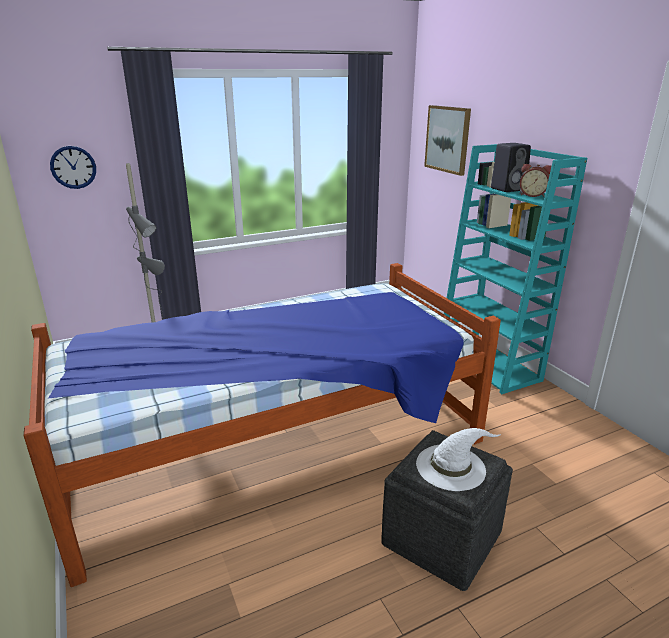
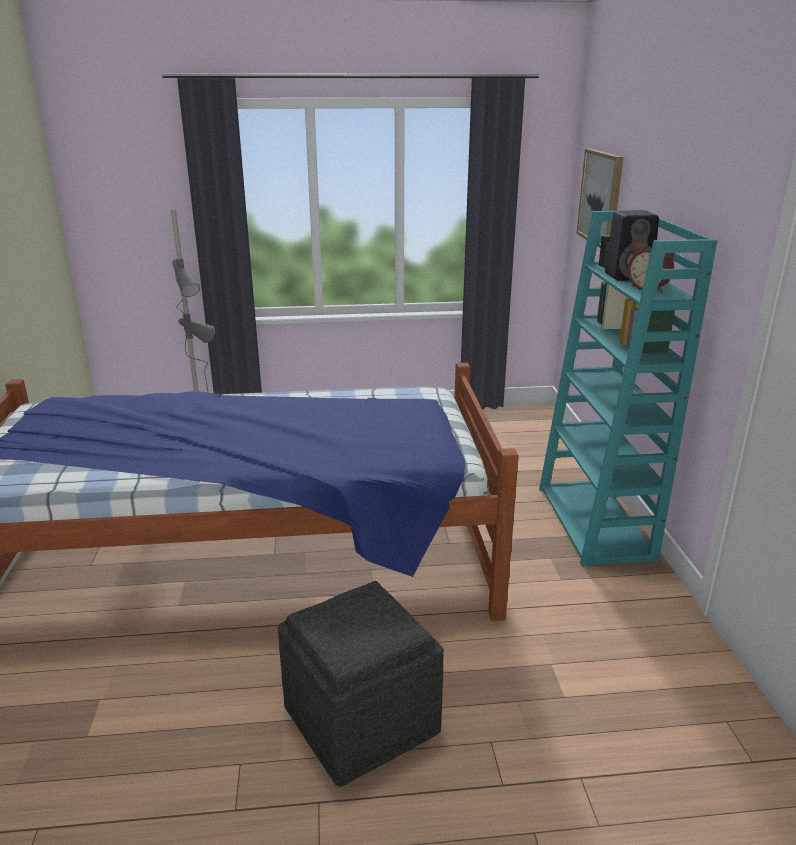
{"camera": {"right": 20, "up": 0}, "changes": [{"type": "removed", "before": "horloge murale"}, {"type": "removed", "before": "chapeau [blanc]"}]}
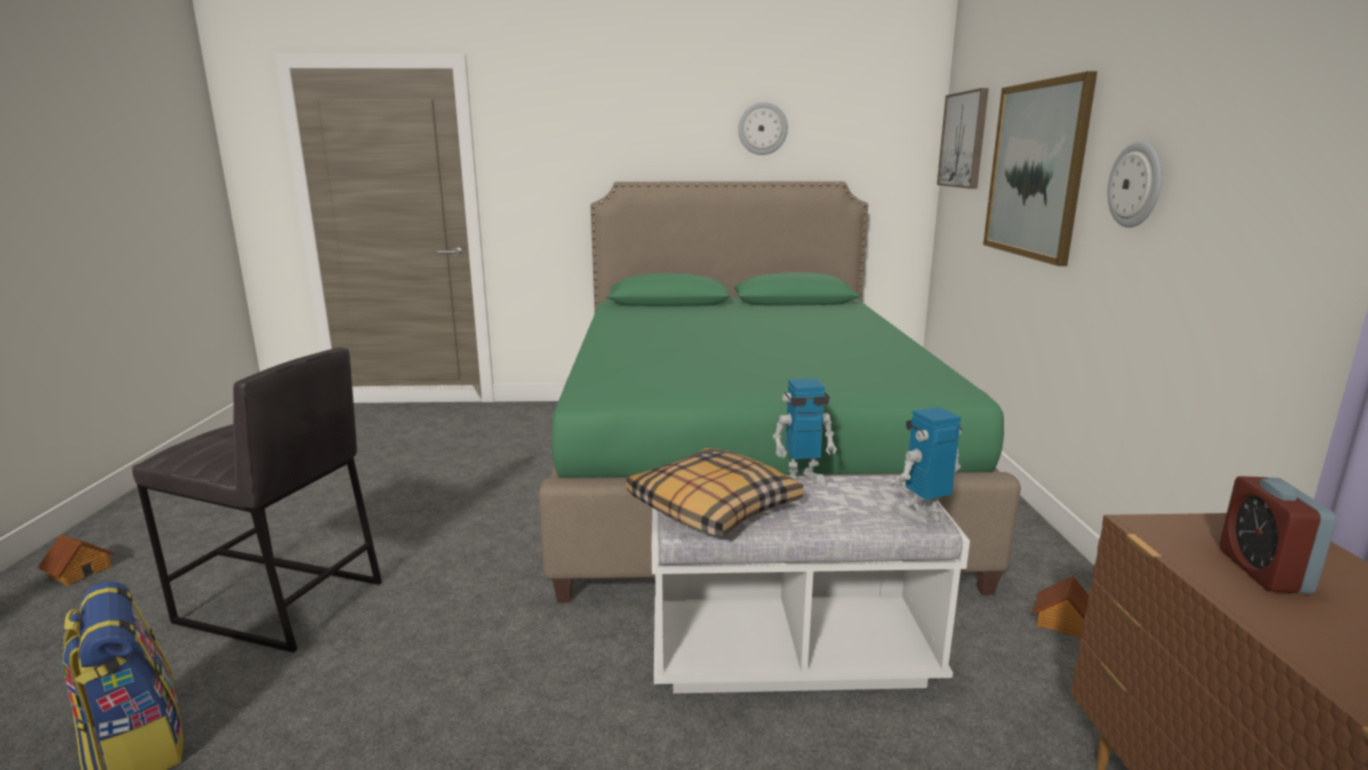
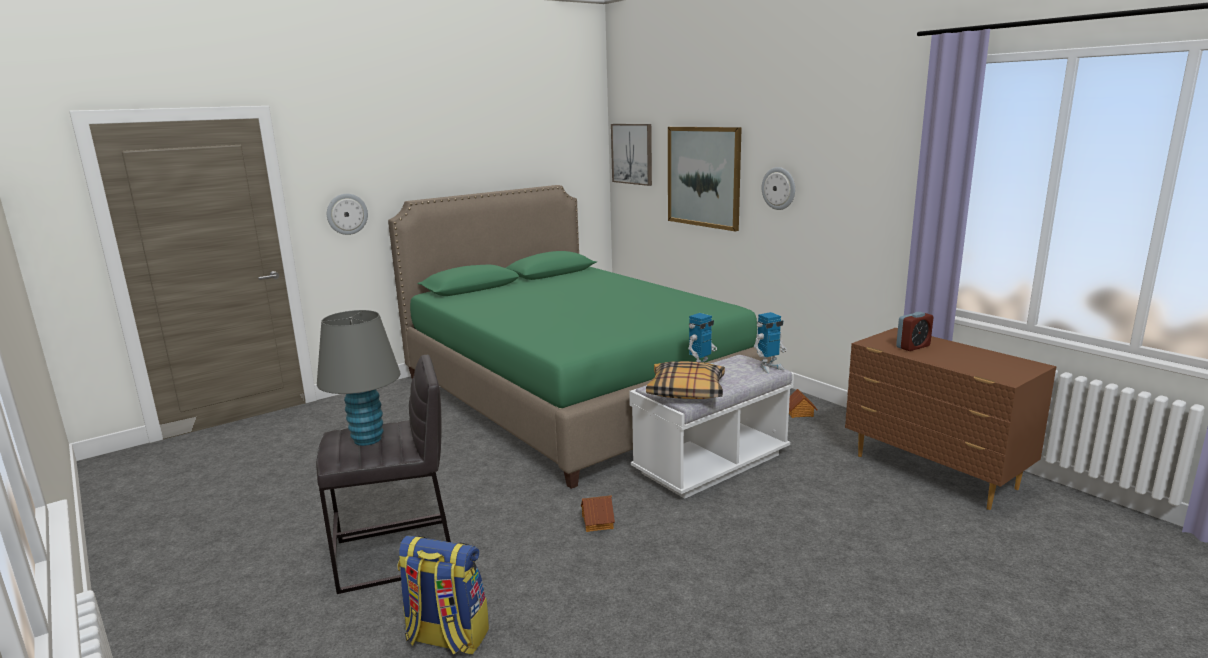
{"camera": {"right": -35, "up": 0}, "changes": [{"type": "moved", "before": "maison miniature (1st from left)"}, {"type": "moved", "before": "horloge murale (1st from left)"}, {"type": "turned", "before": "robot jouet (2nd from left)", "turn": -150}, {"type": "turned", "before": "réveil", "turn": -90}, {"type": "added", "after": "lampe de table [gris]"}]}
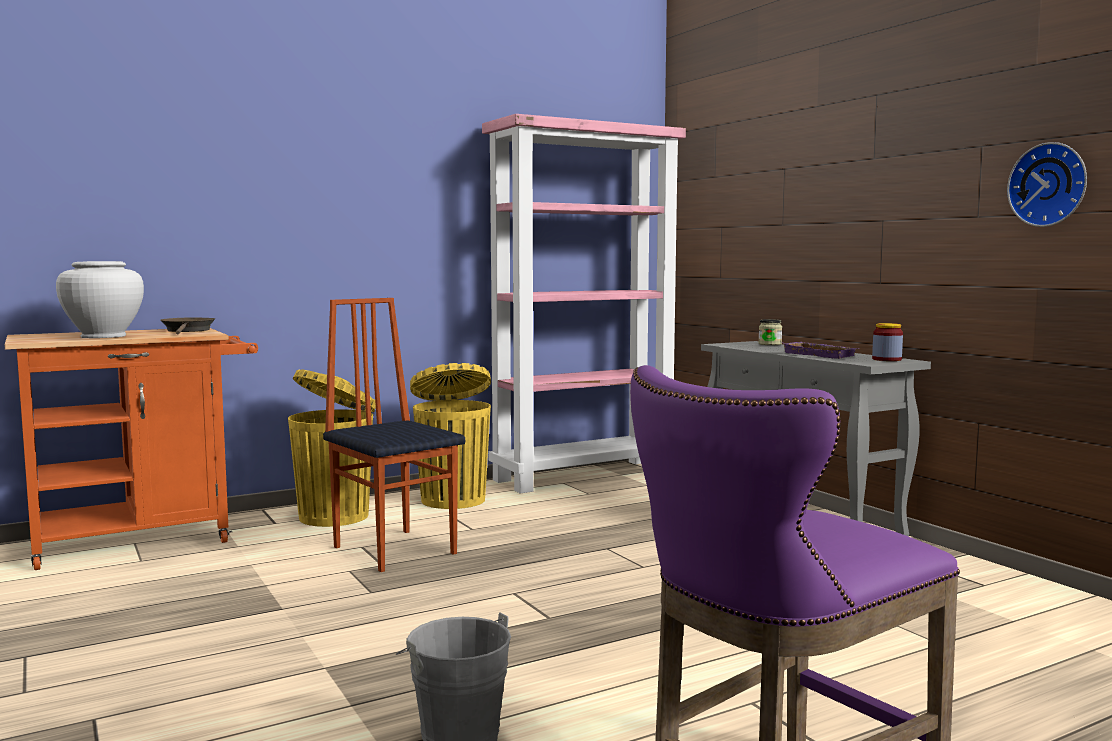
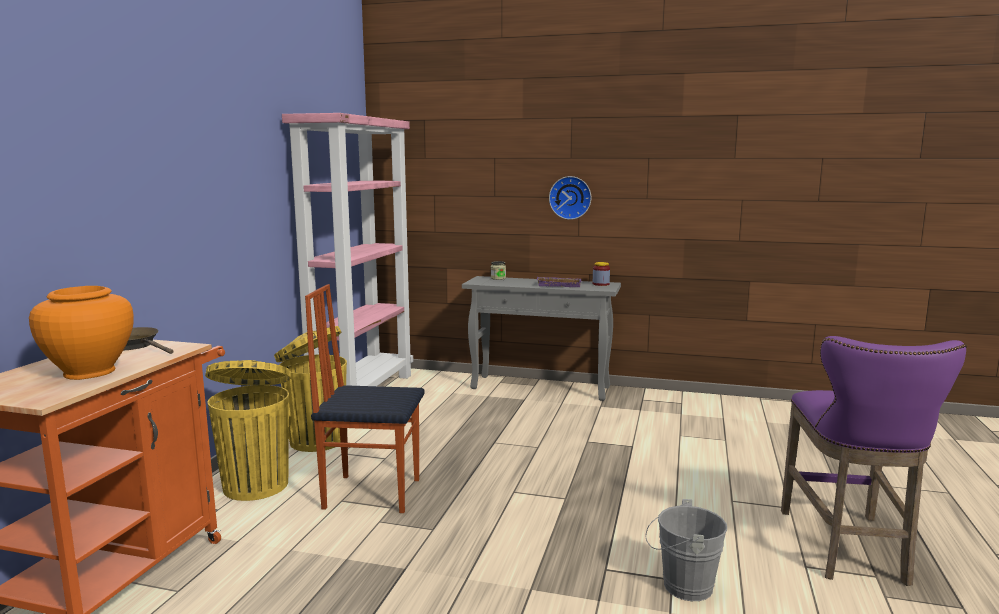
{"camera": {"right": -45, "up": 5}, "changes": [{"type": "recoloured", "before": "vase [blanc]", "after": "vase [orange]"}, {"type": "moved", "before": "horloge murale"}]}
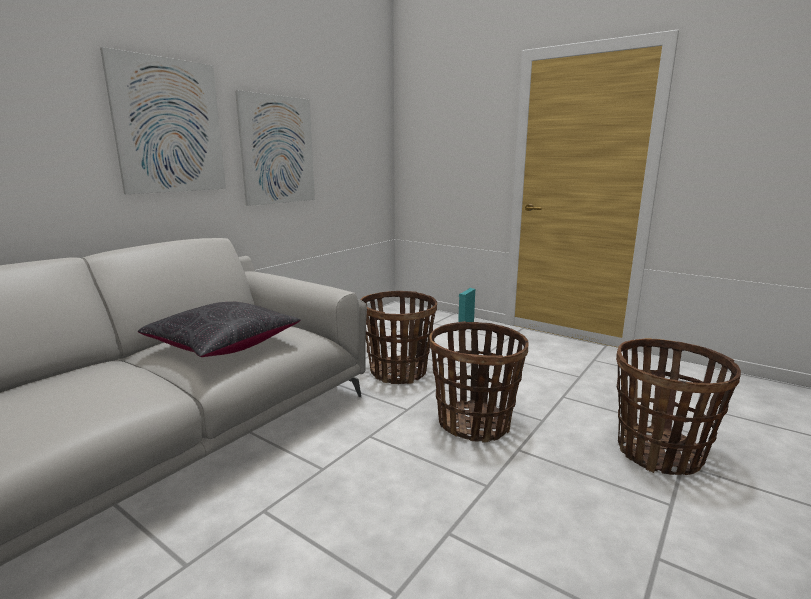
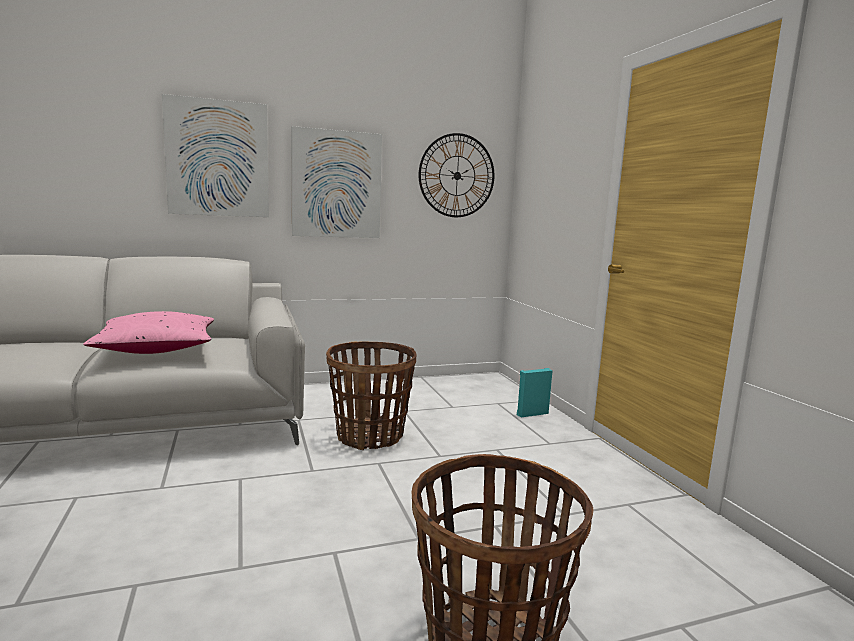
{"camera": {"right": 35, "up": -5}, "changes": [{"type": "recoloured", "before": "coussin [noir]", "after": "coussin [rose]"}, {"type": "removed", "before": "panier (2nd from left)"}, {"type": "added", "after": "horloge murale"}]}
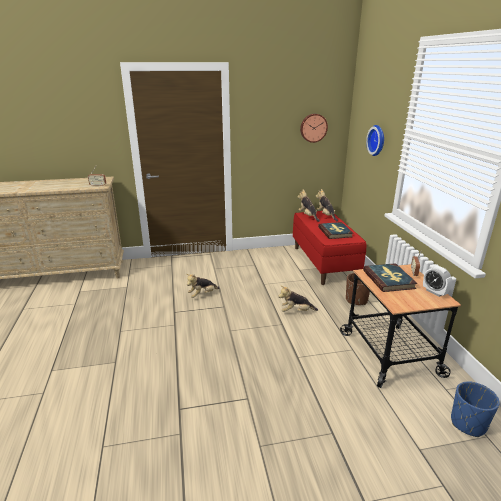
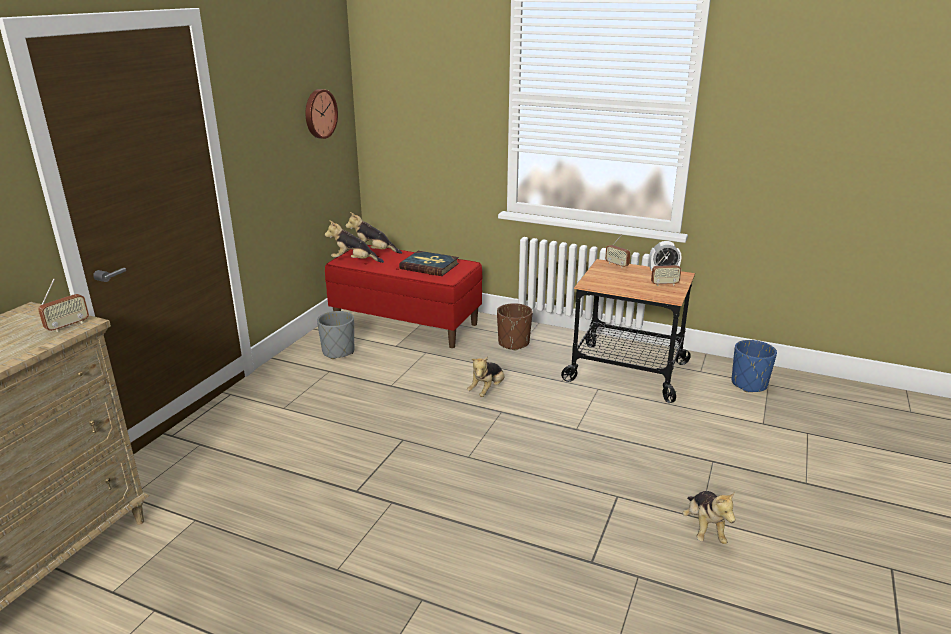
{"camera": {"right": -55, "up": 0}, "changes": [{"type": "moved", "before": "peluche (1st from left in the first image)", "after": "peluche (4th from left)"}, {"type": "removed", "before": "livre (2nd from left)"}, {"type": "removed", "before": "horloge murale (2nd from left)"}, {"type": "added", "after": "cache-pot [gris]"}, {"type": "added", "after": "radio (3rd from left)"}]}
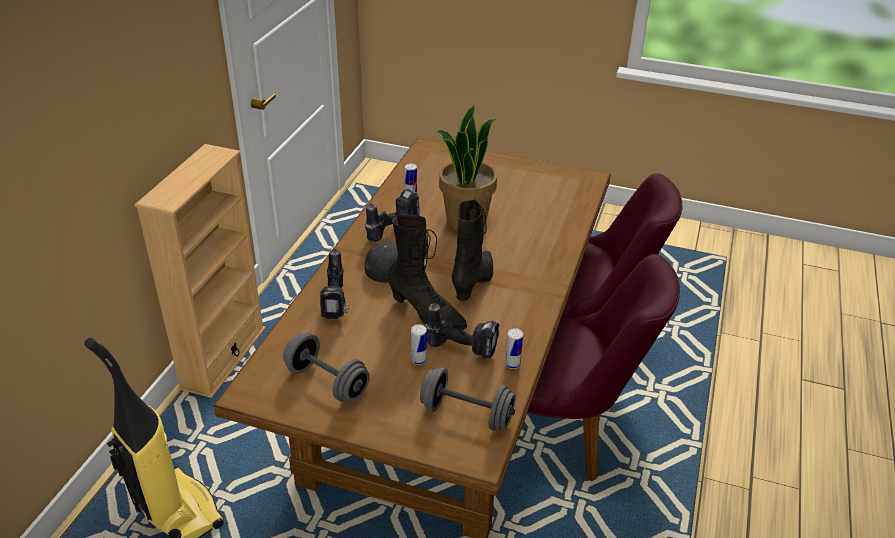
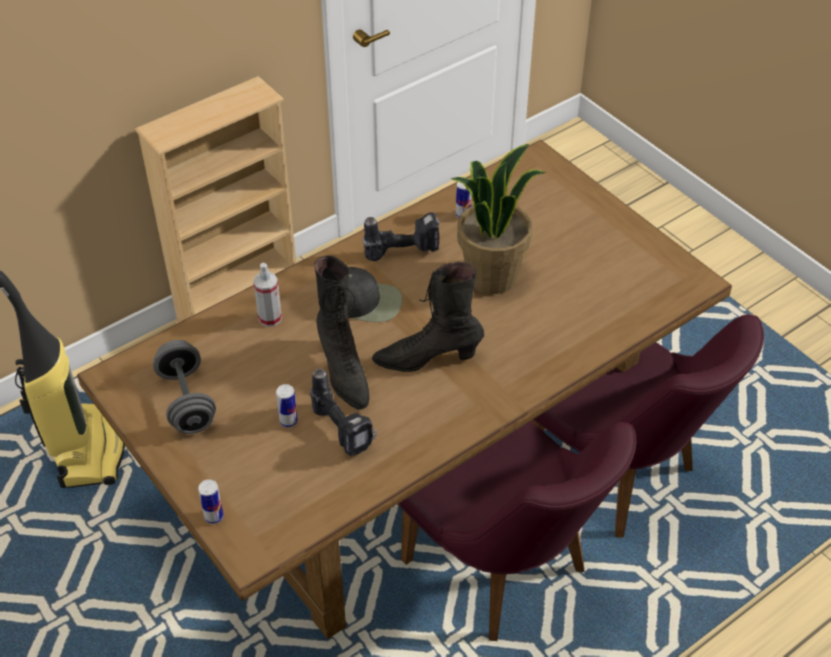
{"camera": {"right": 35, "up": 10}, "changes": [{"type": "replaced", "before": "perceuse (1st from left)", "after": "vaporisateur"}, {"type": "removed", "before": "haltère [gris] (2nd from left)"}, {"type": "turned", "before": "botte [noir] (2nd from left)", "turn": -150}, {"type": "moved", "before": "boîte métallique (3rd from left in the first image)", "after": "boîte métallique (1st from left)"}]}
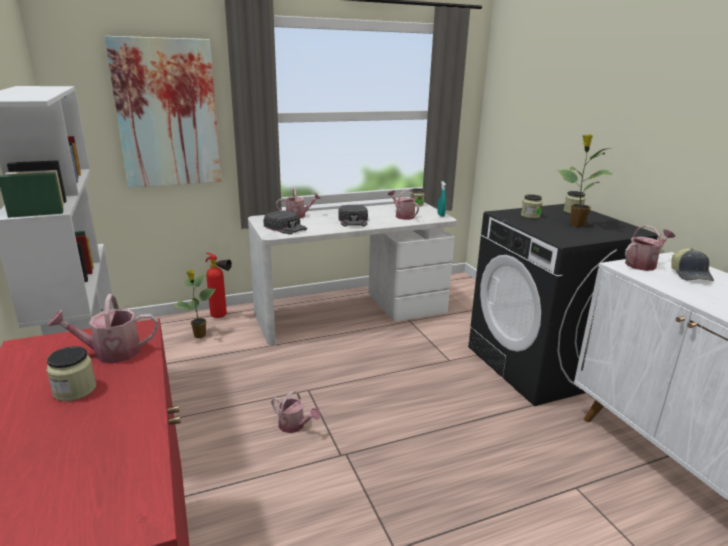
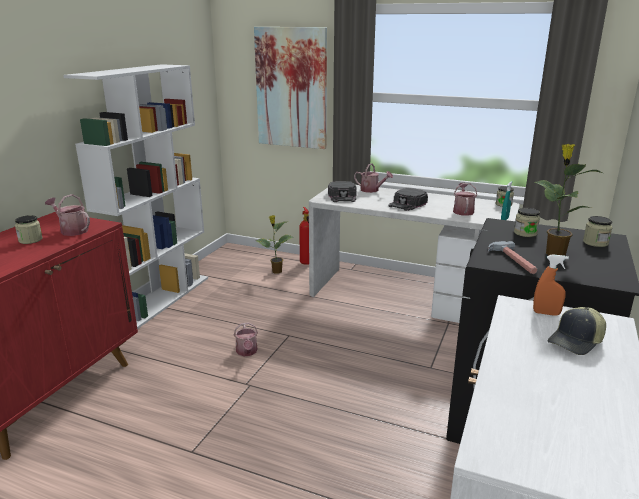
{"camera": {"right": 45, "up": 0}, "changes": [{"type": "replaced", "before": "arrosoir (5th from left)", "after": "vaporisateur [orange]"}, {"type": "added", "after": "marteau"}]}
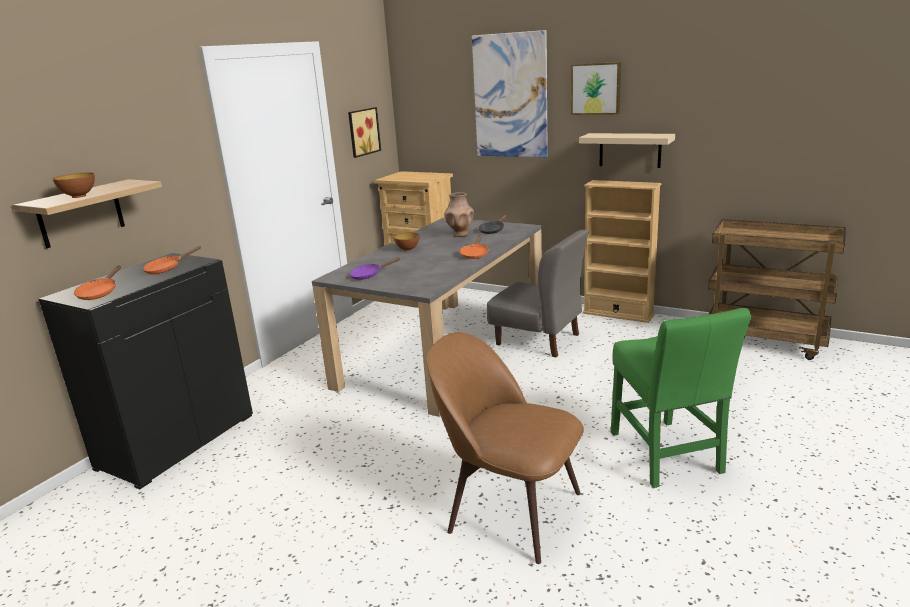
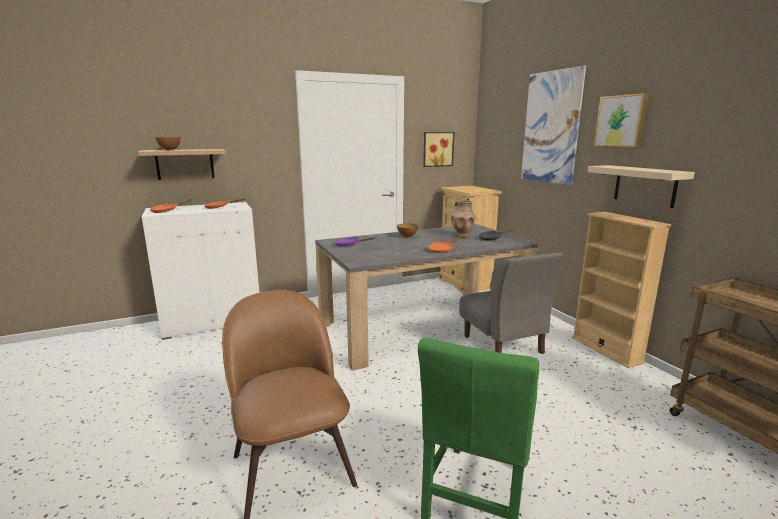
{"camera": {"right": 35, "up": -5}, "changes": [{"type": "recoloured", "before": "meuble de rangement [noir]", "after": "meuble de rangement [blanc]"}]}
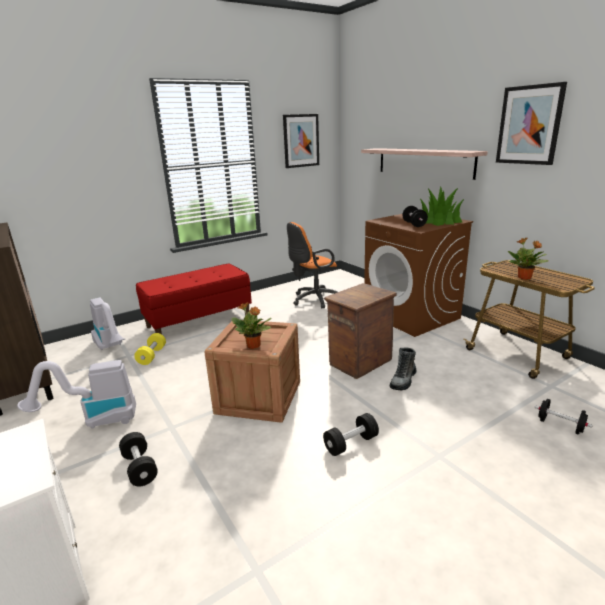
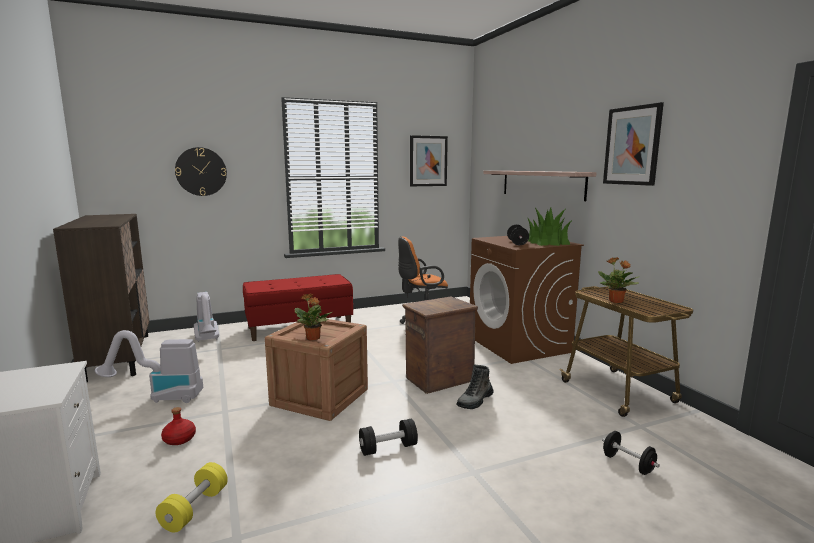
{"camera": {"right": 10, "up": -10}, "changes": [{"type": "replaced", "before": "haltère [noir] (1st from left)", "after": "bouteille [rouge]"}, {"type": "moved", "before": "haltère [jaune]"}, {"type": "added", "after": "horloge murale"}]}
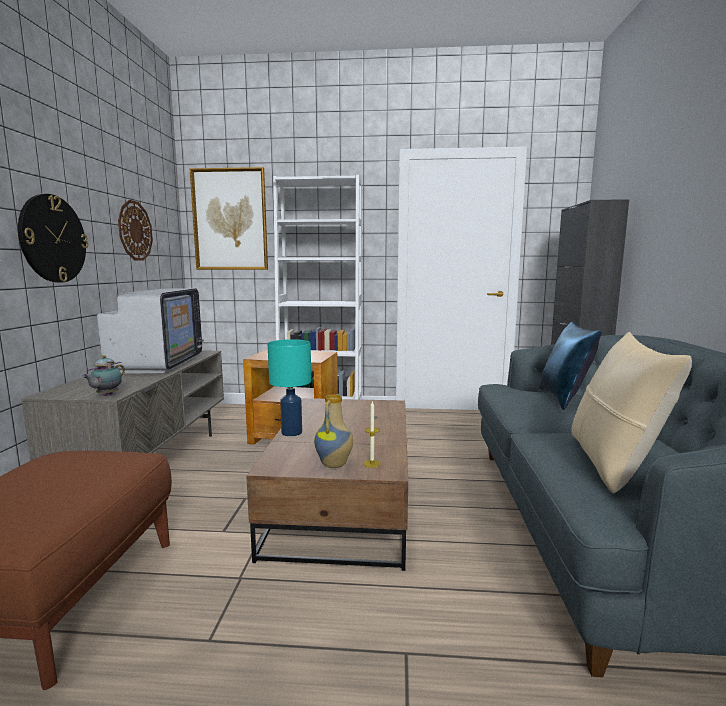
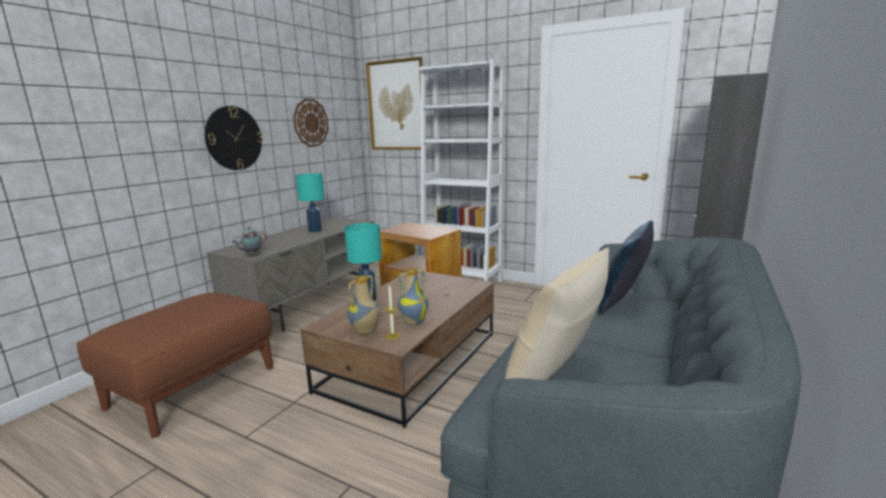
{"camera": {"right": 25, "up": 5}, "changes": [{"type": "replaced", "before": "téléviseur", "after": "lampe de table [turquoise] (1st from left)"}, {"type": "added", "after": "vase (2nd from left)"}]}
